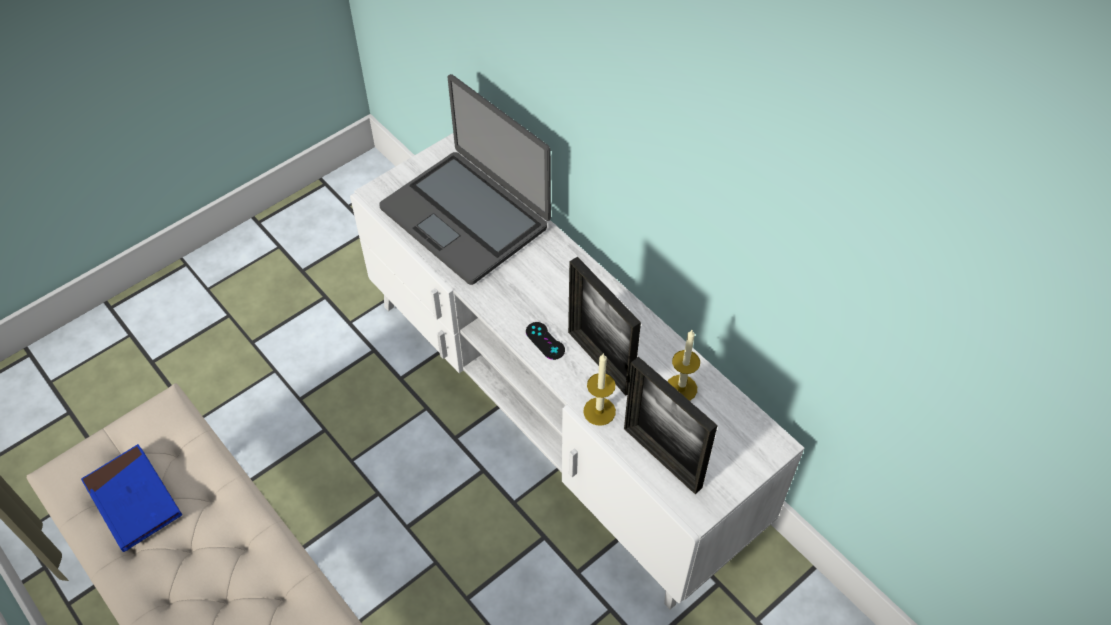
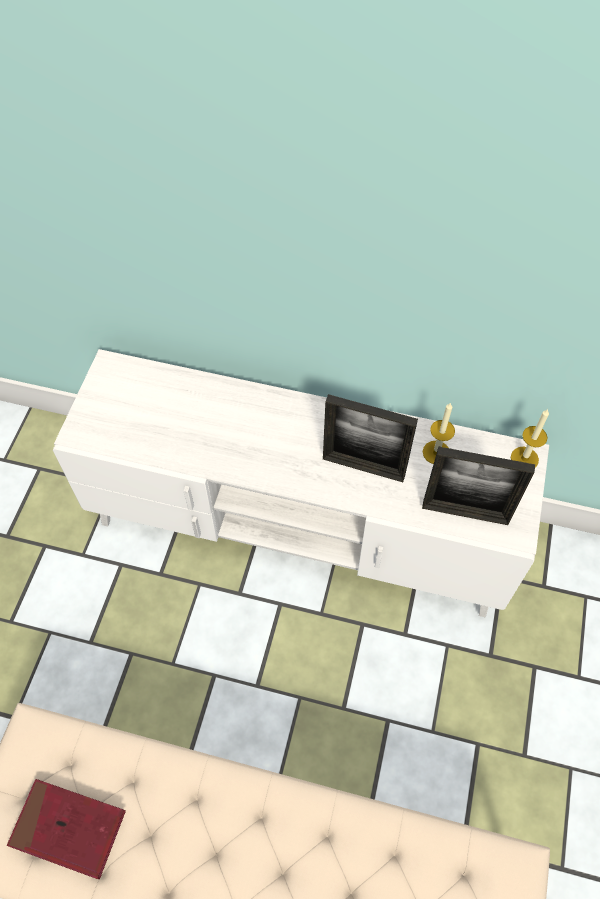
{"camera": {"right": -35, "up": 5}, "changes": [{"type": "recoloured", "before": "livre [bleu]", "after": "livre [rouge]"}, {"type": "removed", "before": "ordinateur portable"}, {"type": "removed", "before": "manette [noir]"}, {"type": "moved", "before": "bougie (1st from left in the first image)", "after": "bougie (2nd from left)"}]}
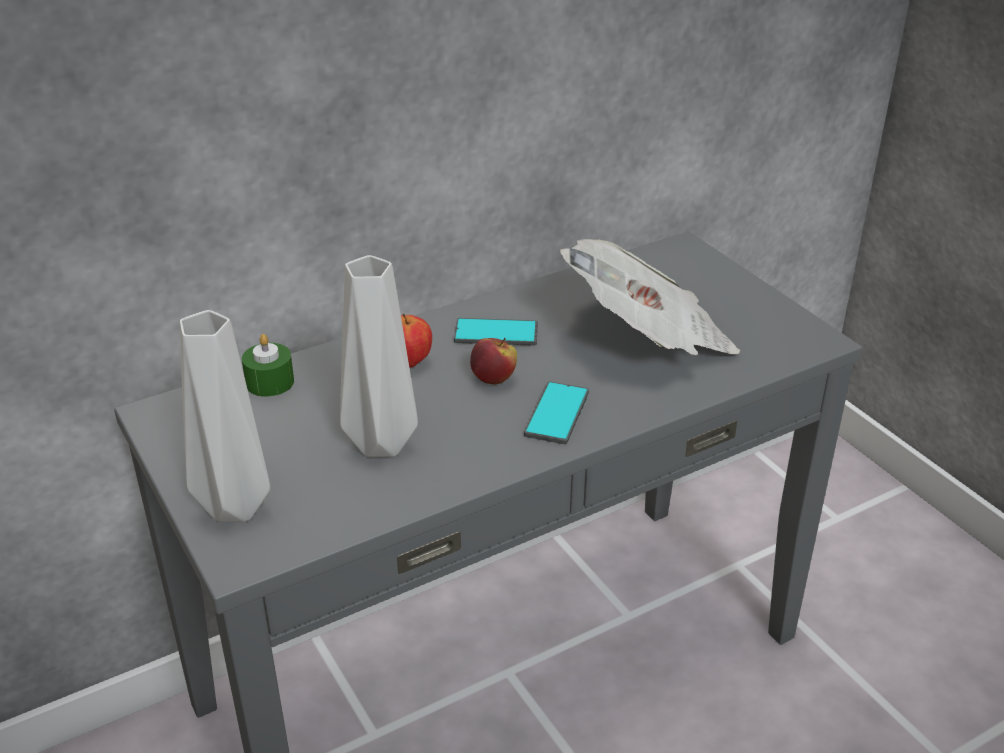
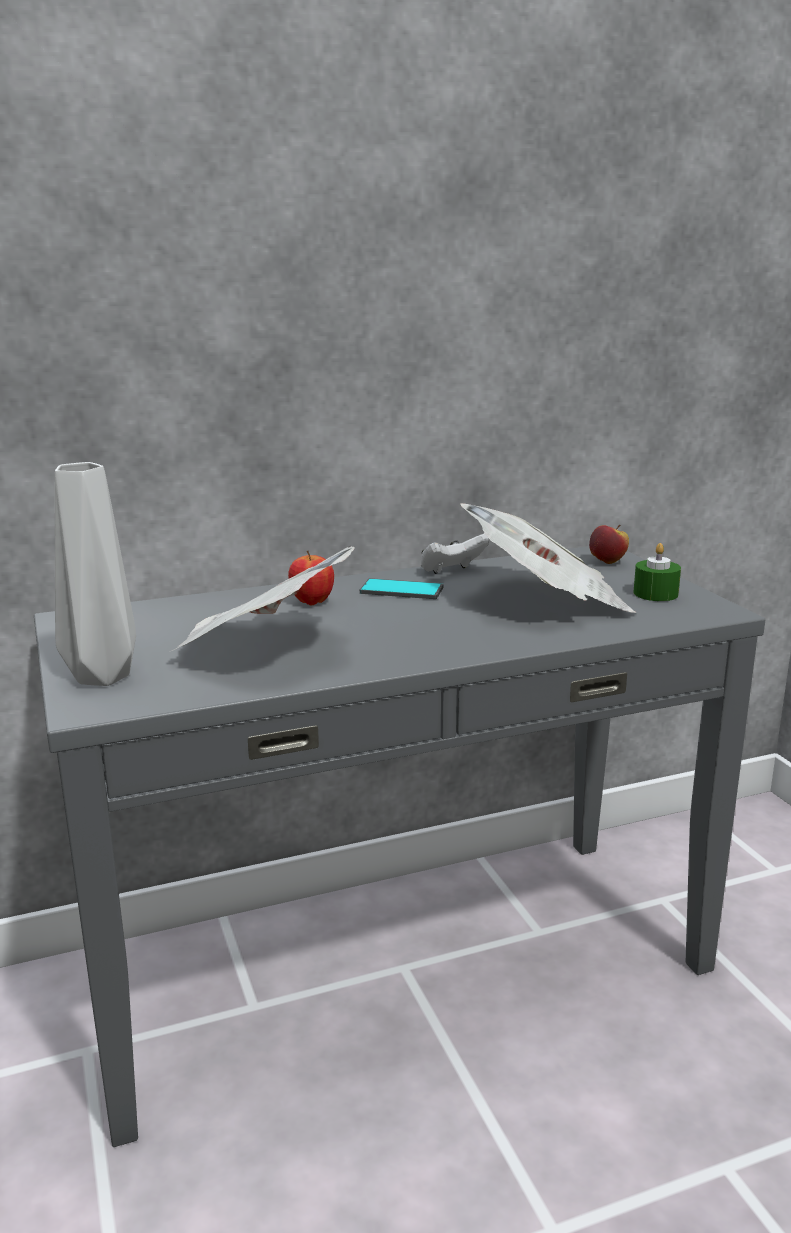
{"camera": {"right": 10, "up": -15}, "changes": [{"type": "moved", "before": "bougie [vert]"}, {"type": "replaced", "before": "vase [gris] (2nd from left)", "after": "journal (1st from left)"}, {"type": "moved", "before": "pomme (2nd from left)"}, {"type": "removed", "before": "téléphone (2nd from left)"}, {"type": "added", "after": "manette [blanc]"}]}
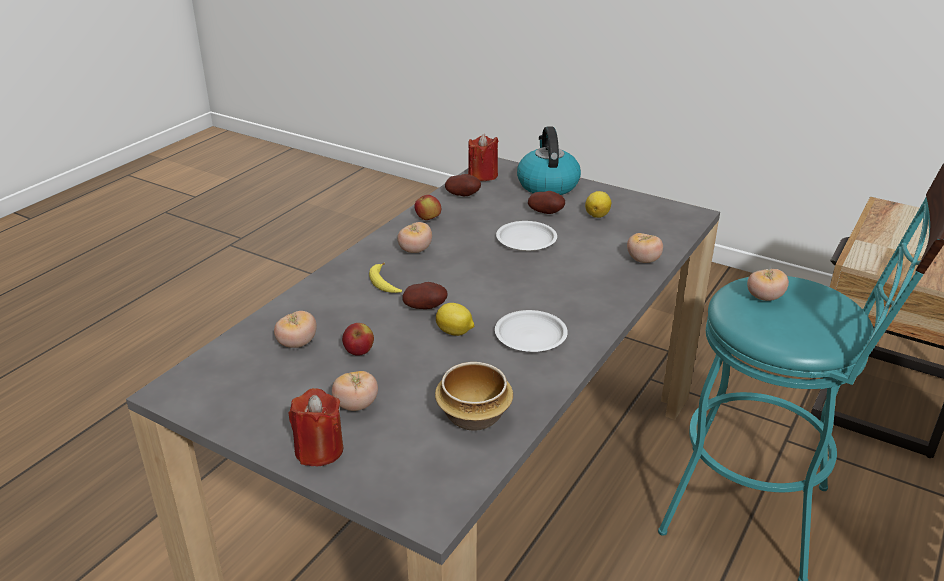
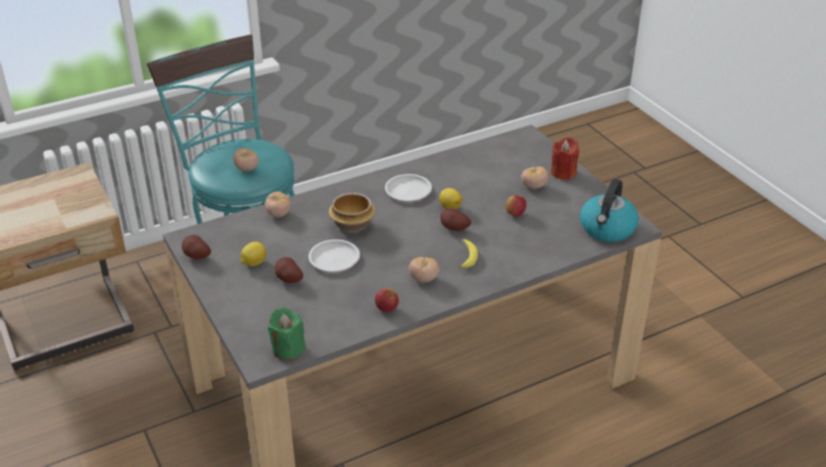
{"camera": {"right": -150, "up": 5}, "changes": [{"type": "removed", "before": "tomate (1st from left)"}, {"type": "moved", "before": "bol"}, {"type": "moved", "before": "pomme de terre (2nd from left in the first image)", "after": "pomme de terre (1st from left)"}, {"type": "recoloured", "before": "bougie [rouge] (2nd from left)", "after": "bougie [vert]"}, {"type": "moved", "before": "bouilloire"}]}
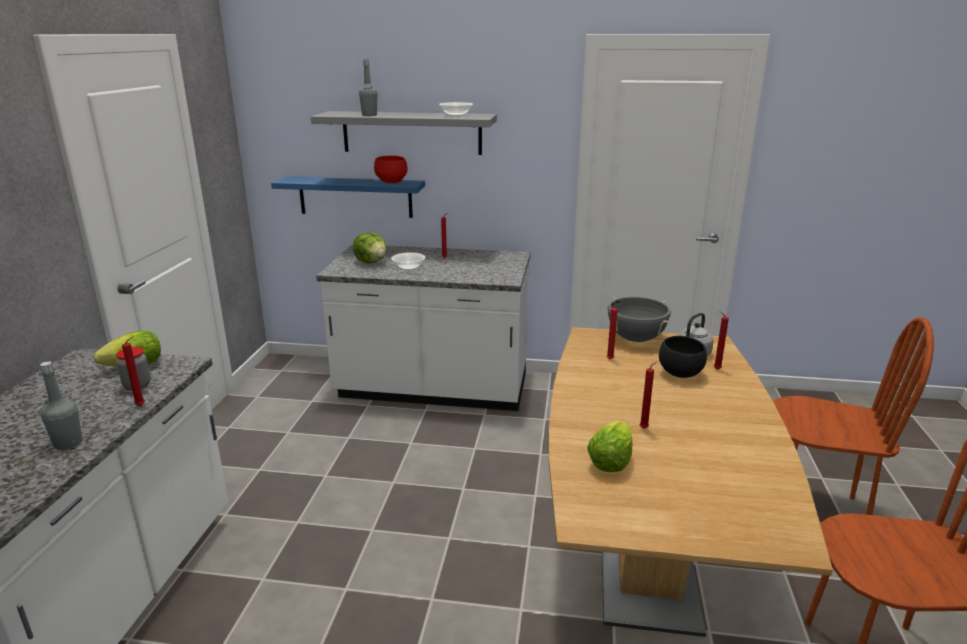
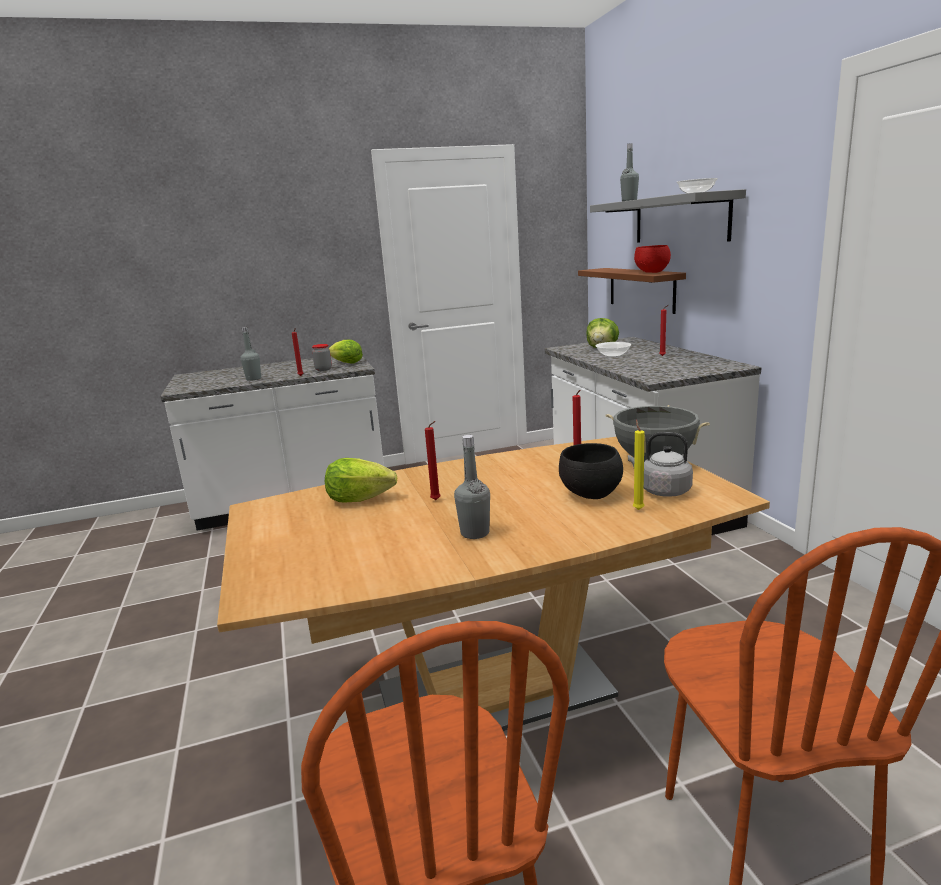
{"camera": {"right": 65, "up": -5}, "changes": [{"type": "recoloured", "before": "étagère [bleu]", "after": "étagère [marron]"}, {"type": "recoloured", "before": "bougie [rouge] (5th from left)", "after": "bougie [jaune]"}, {"type": "added", "after": "bouteille [gris] (2nd from left)"}]}
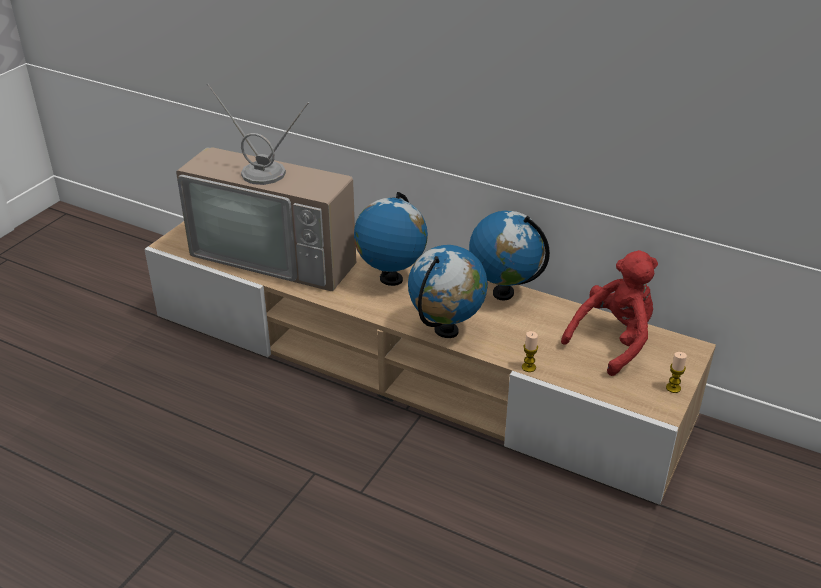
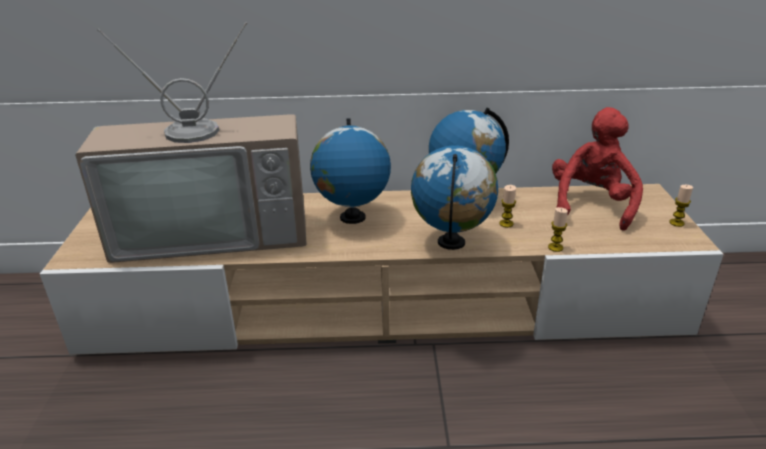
{"camera": {"right": -30, "up": -5}, "changes": [{"type": "added", "after": "bougie (1st from left)"}]}
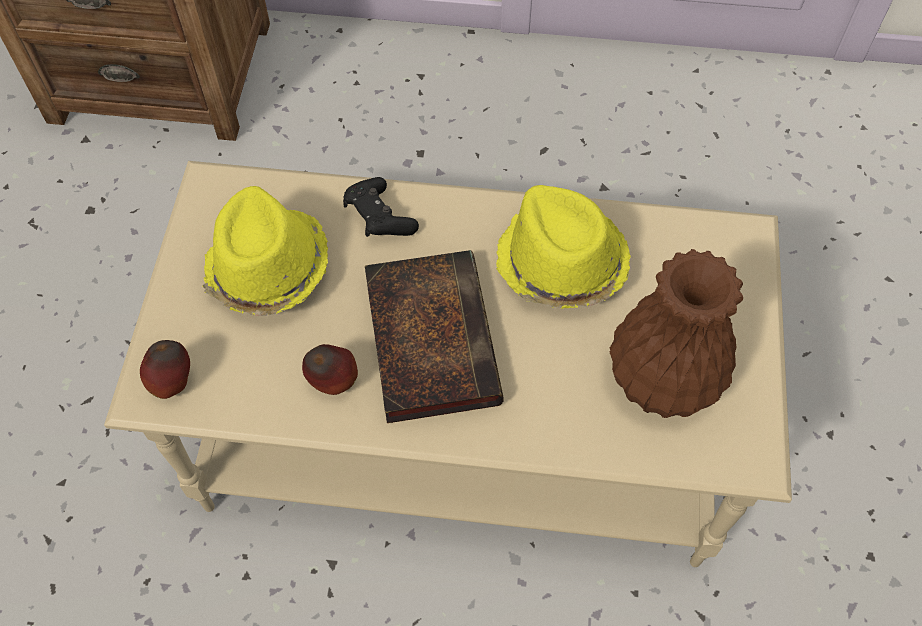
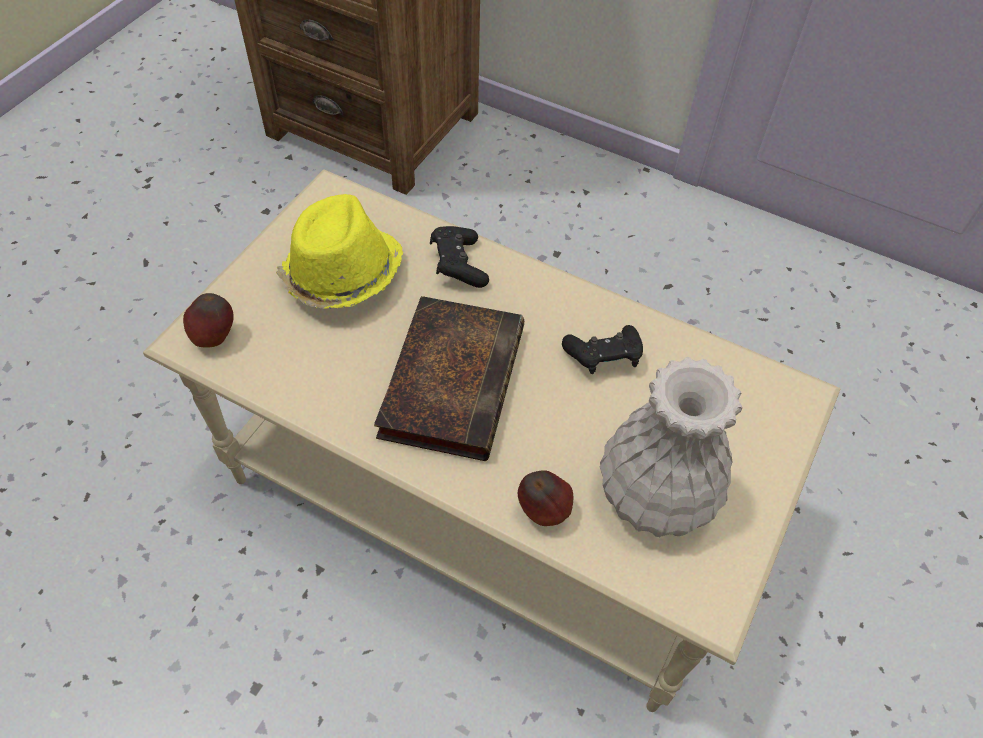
{"camera": {"right": 20, "up": -5}, "changes": [{"type": "moved", "before": "pomme (2nd from left)"}, {"type": "replaced", "before": "chapeau [jaune] (2nd from left)", "after": "manette [noir] (2nd from left)"}, {"type": "recoloured", "before": "vase [marron]", "after": "vase [blanc]"}]}
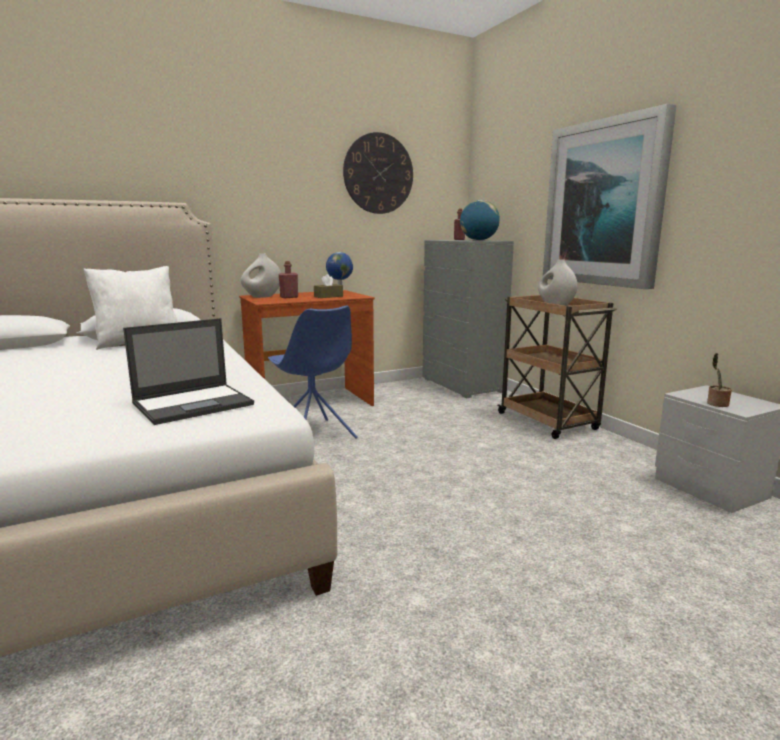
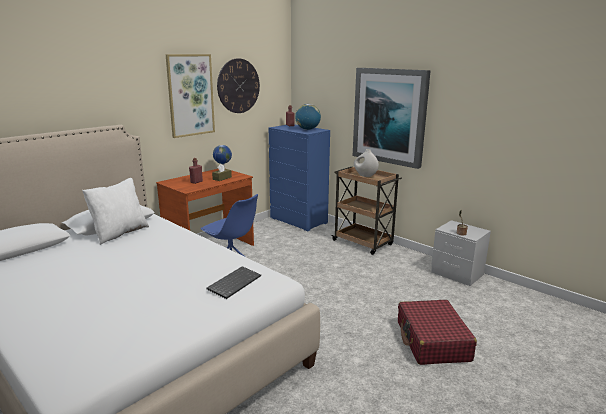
{"camera": {"right": -20, "up": 5}, "changes": [{"type": "replaced", "before": "ordinateur portable", "after": "clavier"}, {"type": "removed", "before": "vase [blanc] (1st from left)"}, {"type": "recoloured", "before": "commode [gris]", "after": "commode [bleu]"}, {"type": "added", "after": "tableau (1st from left)"}, {"type": "added", "after": "valise [rouge]"}]}
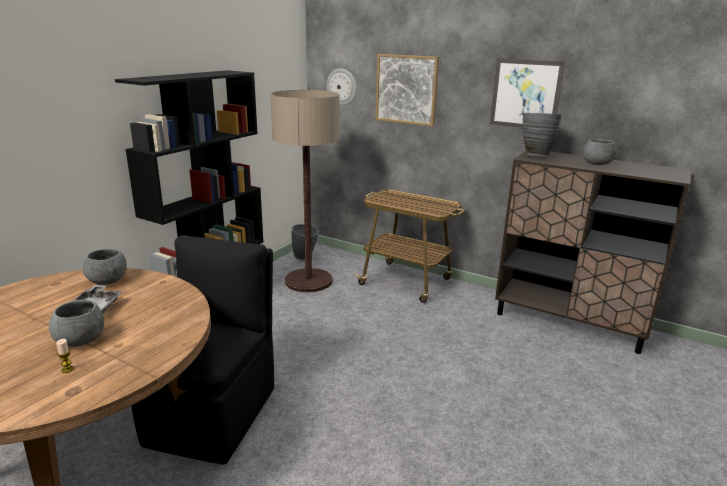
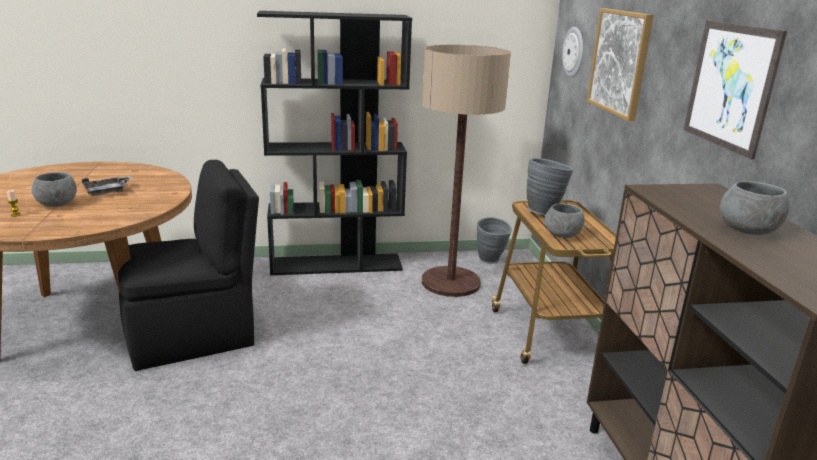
{"camera": {"right": 50, "up": 0}, "changes": [{"type": "moved", "before": "bol [gris] (2nd from left)"}, {"type": "moved", "before": "vase [gris] (2nd from left)"}]}
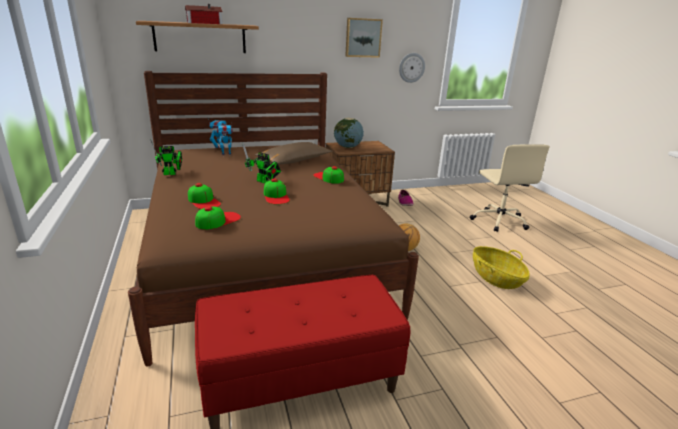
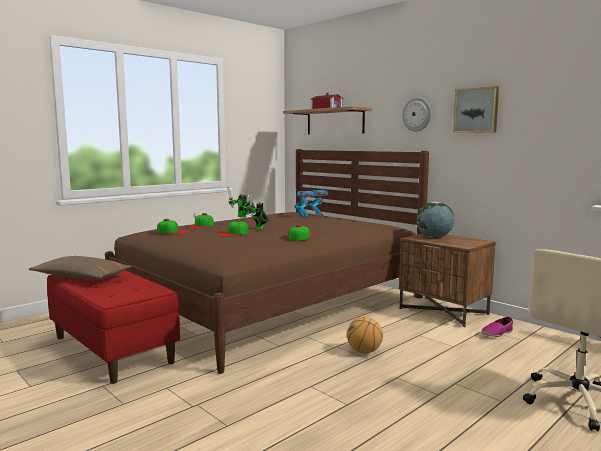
{"camera": {"right": 65, "up": -15}, "changes": [{"type": "moved", "before": "coussin [marron]"}, {"type": "moved", "before": "horloge murale"}, {"type": "removed", "before": "panier"}]}
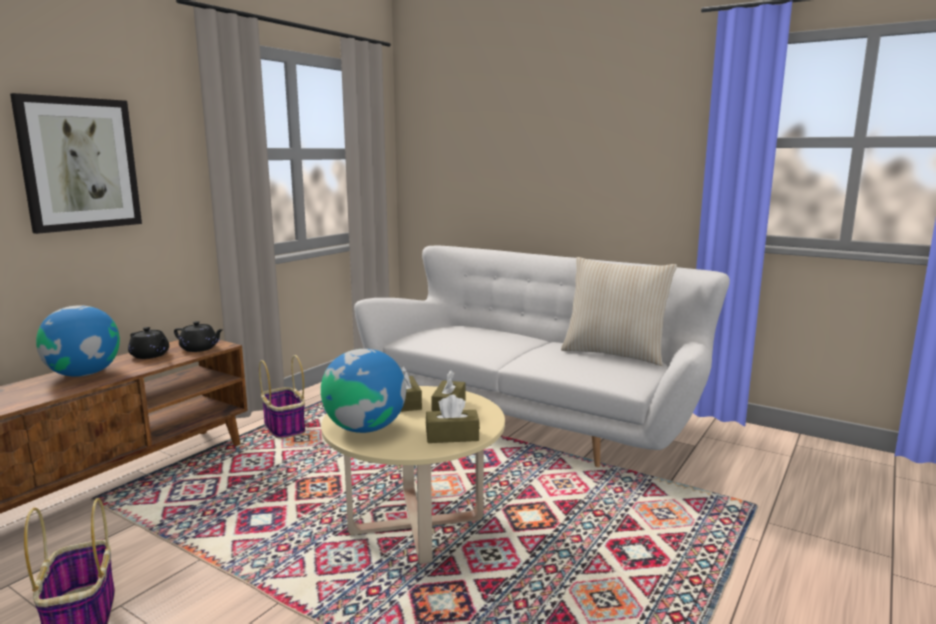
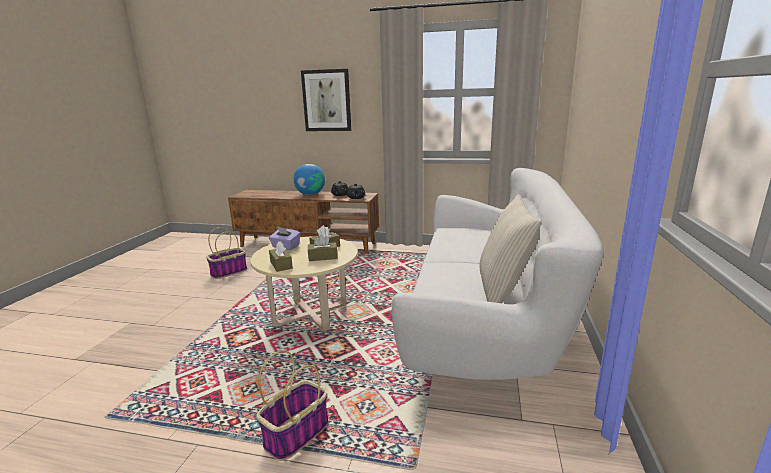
{"camera": {"right": 70, "up": 5}, "changes": [{"type": "moved", "before": "panier (2nd from left)"}, {"type": "replaced", "before": "globe (2nd from left)", "after": "boîte à mouchoirs [violet]"}]}
